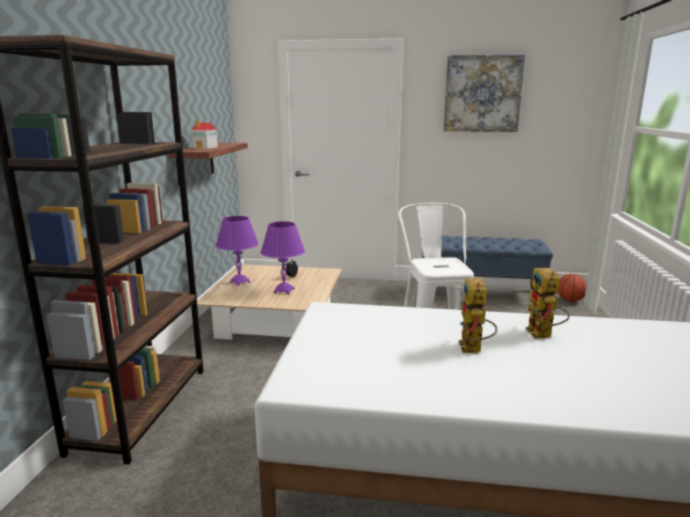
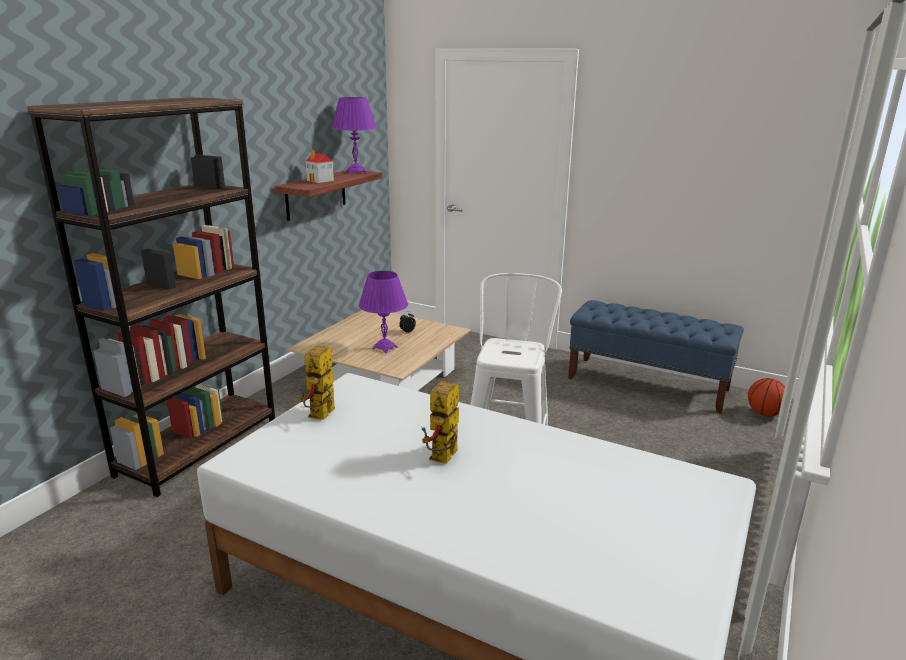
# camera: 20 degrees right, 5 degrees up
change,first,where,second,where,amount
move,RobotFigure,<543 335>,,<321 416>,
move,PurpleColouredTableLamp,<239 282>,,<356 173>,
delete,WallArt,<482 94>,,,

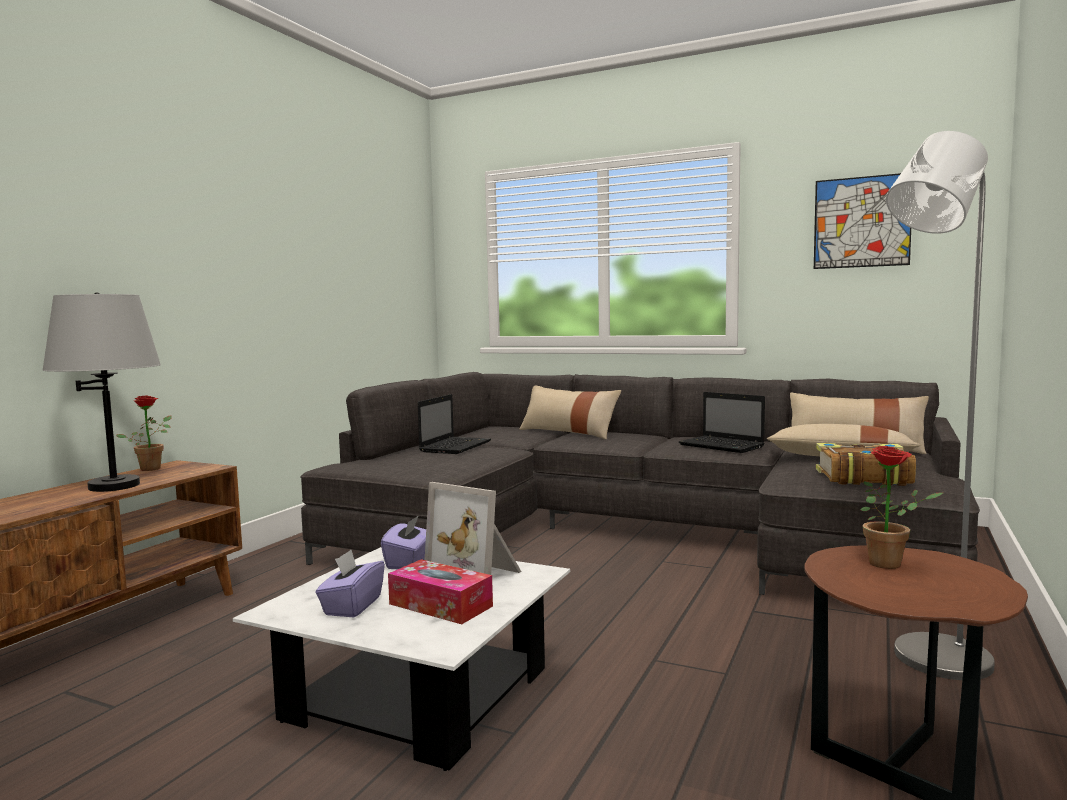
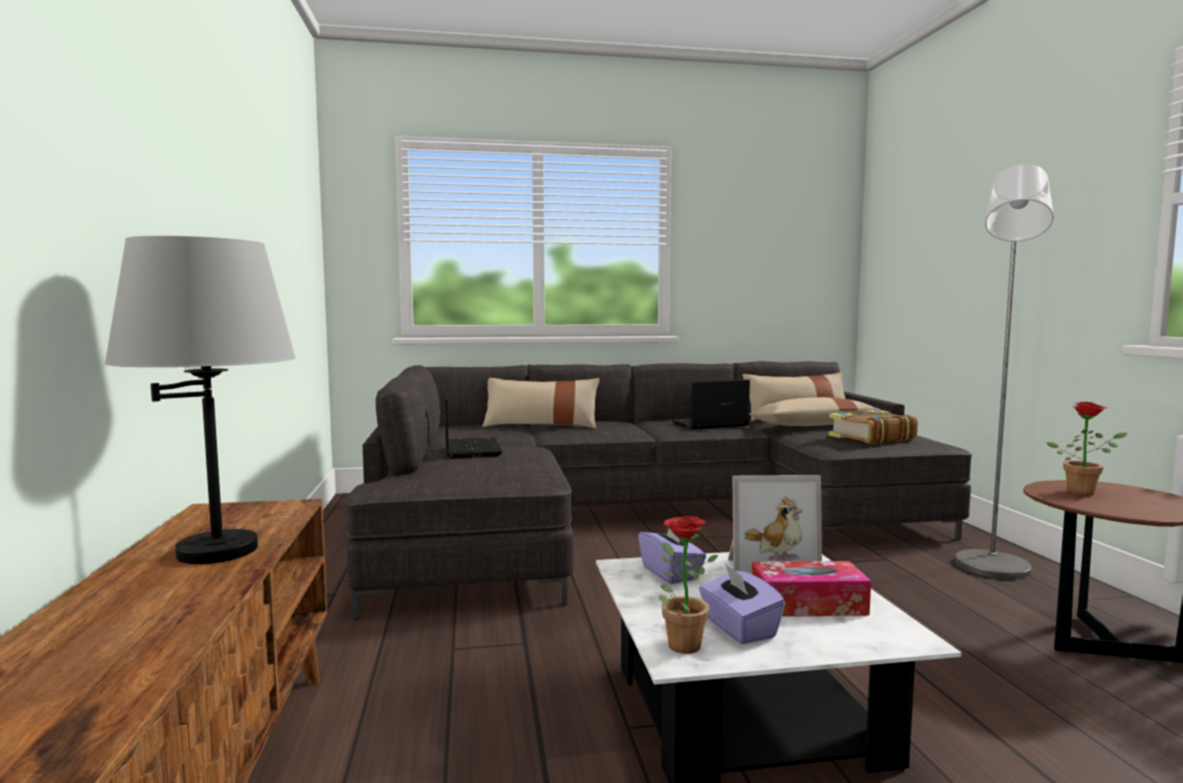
# camera: 35 degrees left, 0 degrees up
change,first,where,second,where,amount
move,PottedPlant,<152 468>,,<679 643>,
rotate,Laptop,<723 446>,,<708 425>,150 degrees clockwise
delete,WallArt,<862 222>,,,

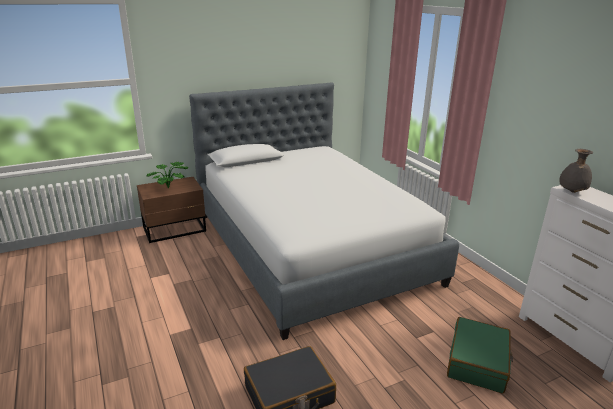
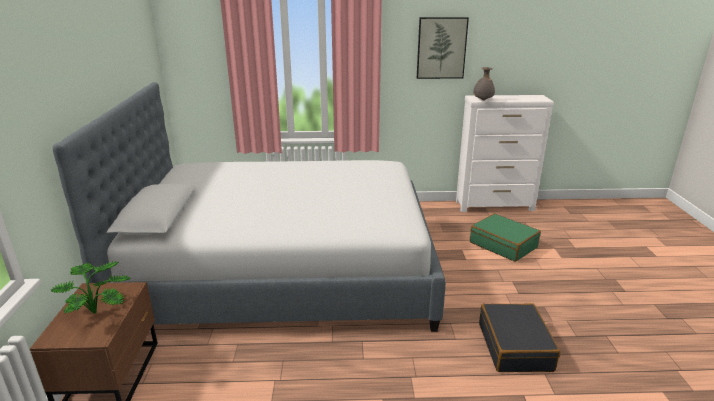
# camera: 65 degrees left, 0 degrees up
change,first,where,second,where,amount
insert,,,WallArt,<441 48>,

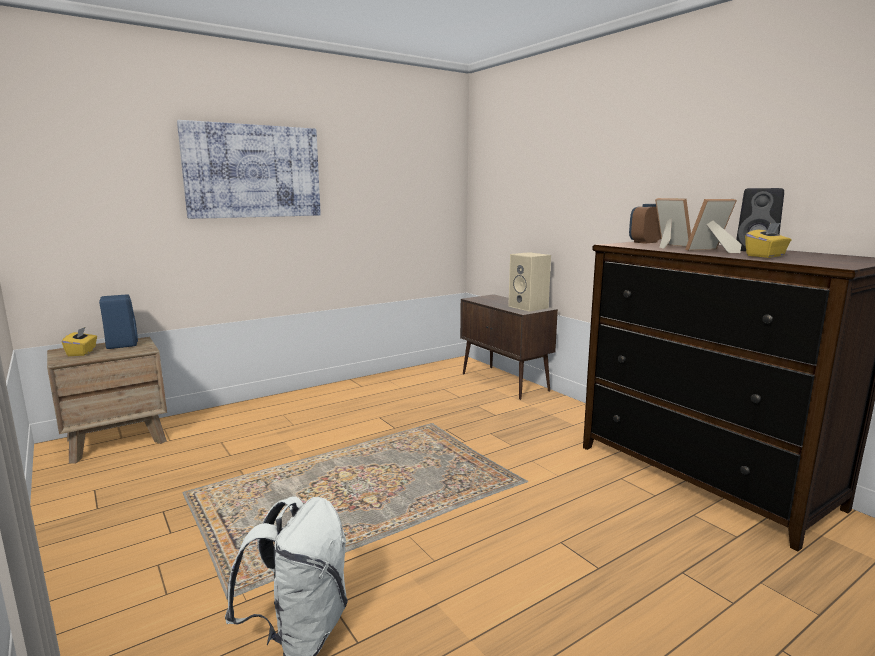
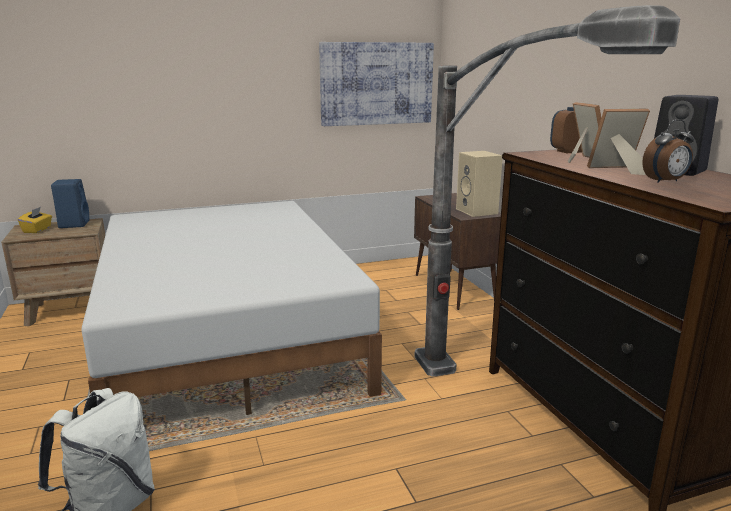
# camera: 15 degrees right, 5 degrees up
change,first,where,second,where,amount
insert,,,WhitishSleepingBed,<229 335>,
move,WallArt,<253 171>,,<376 83>,
insert,,,StandardLamp,<485 428>,
replace,YellowishTissueBox,<766 256>,BedsideClock,<665 181>,

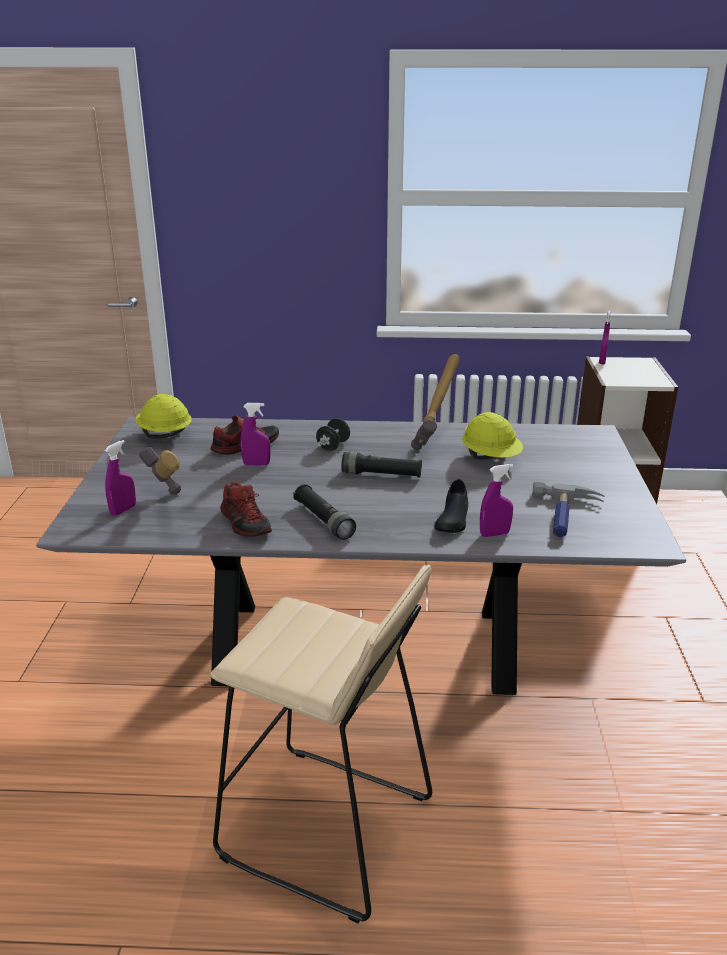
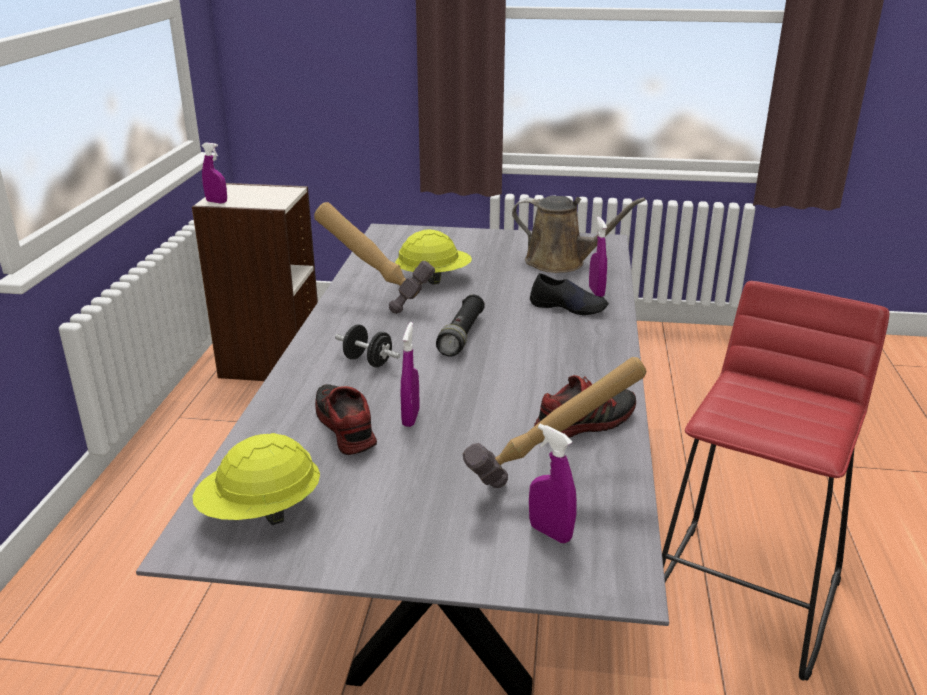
# camera: 85 degrees left, 0 degrees up
change,first,where,second,where,amount
replace,Hammer,<565 516>,BrownColouredSprinklingCan,<561 262>,
recolor,BeigeColouredStoolSeat,<327 830>,ReddishStoolSeat,<745 596>,
delete,BlackColouredHandTorch,<324 521>,,,

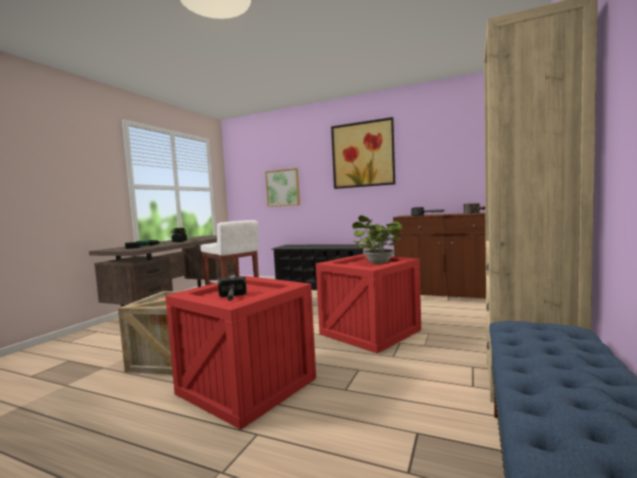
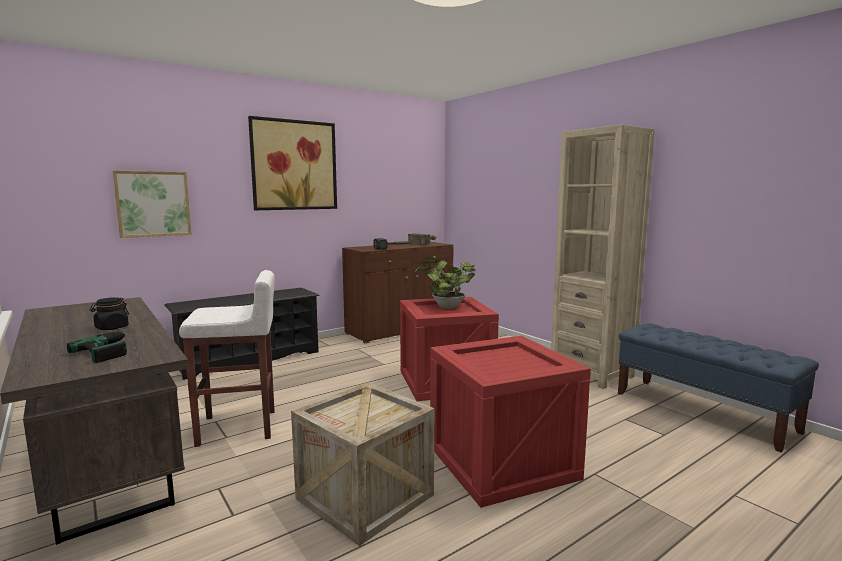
# camera: 60 degrees left, 5 degrees up
change,first,where,second,where,amount
delete,Hammer,<232 299>,,,

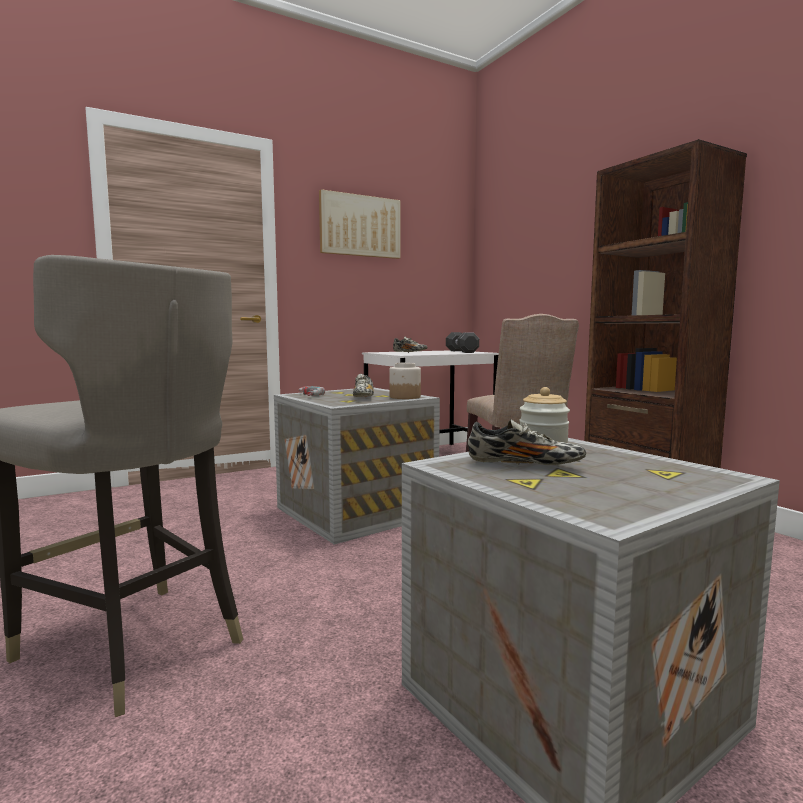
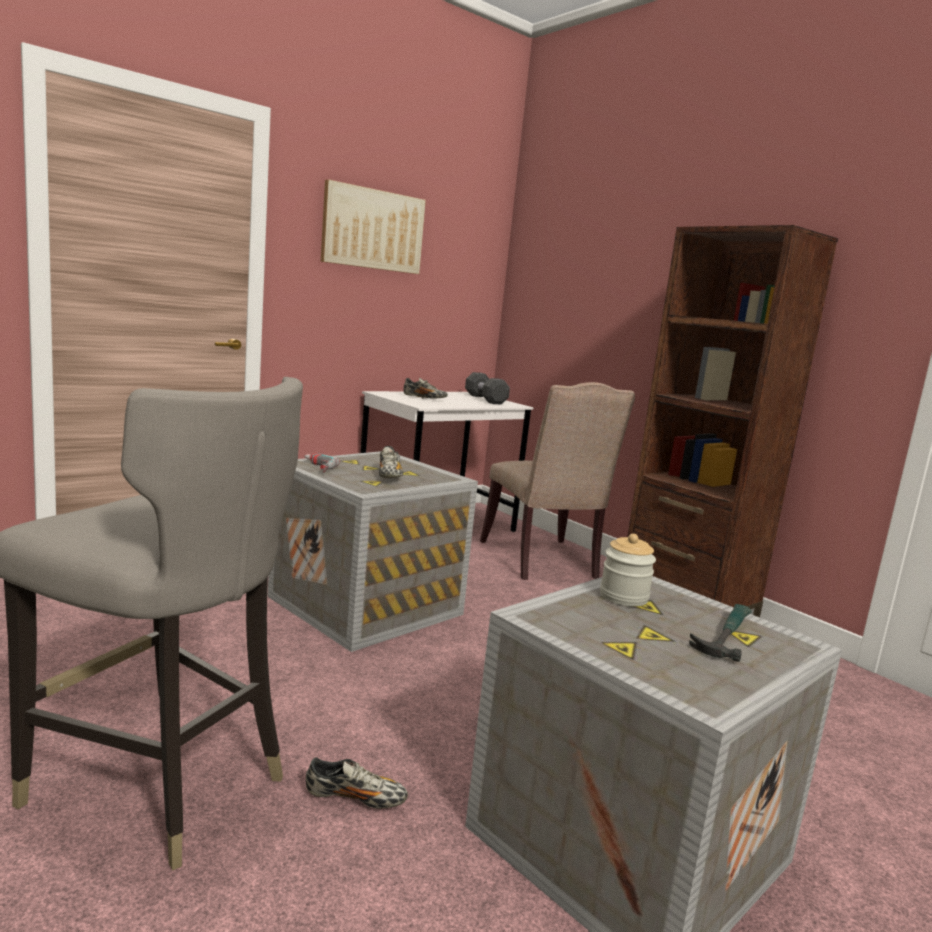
# camera: 10 degrees left, 5 degrees up
change,first,where,second,where,amount
move,ItemOfFootwear,<524 465>,,<355 799>,
insert,,,Hammer,<724 636>,
delete,PreserveJar,<404 397>,,,

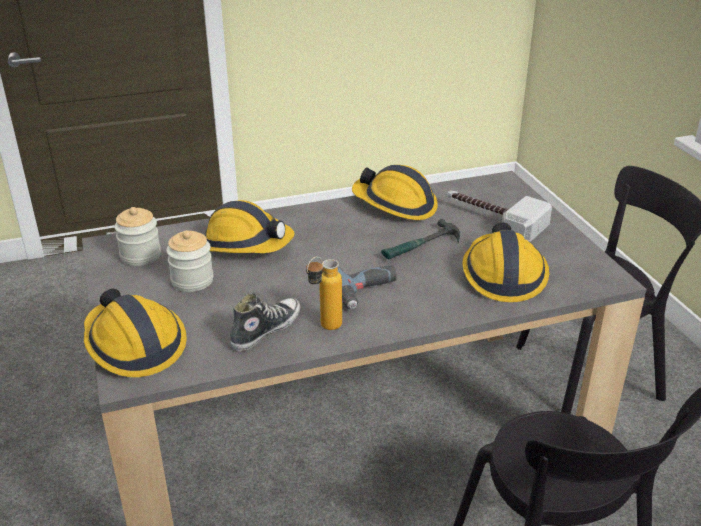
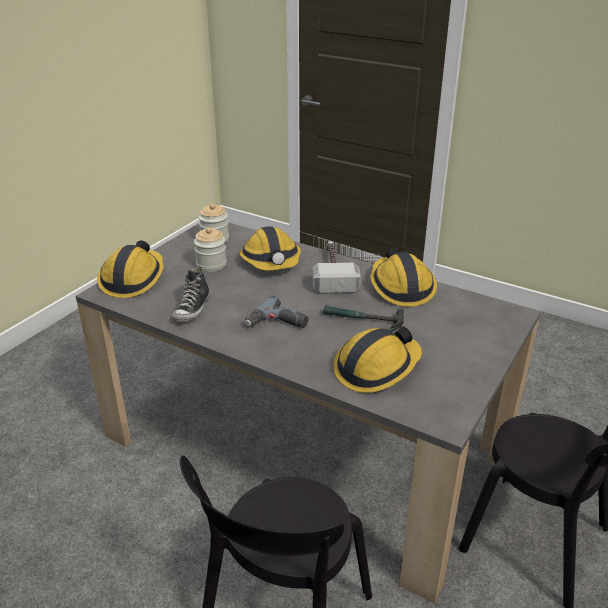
# camera: 50 degrees right, 0 degrees up
change,first,where,second,where,amount
rotate,ItemOfFootwear,<265 330>,,<193 309>,105 degrees clockwise
move,Hammer,<492 220>,,<333 272>,
delete,DrinkBottle,<324 328>,,,

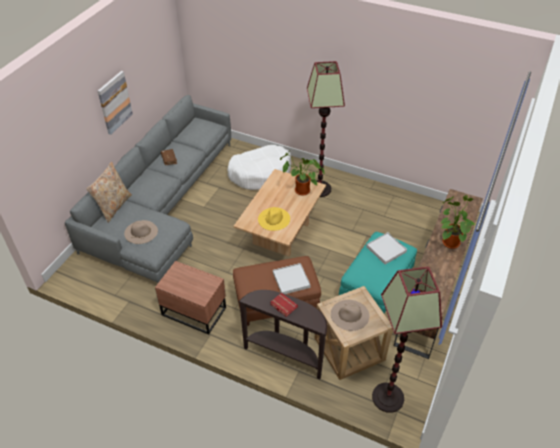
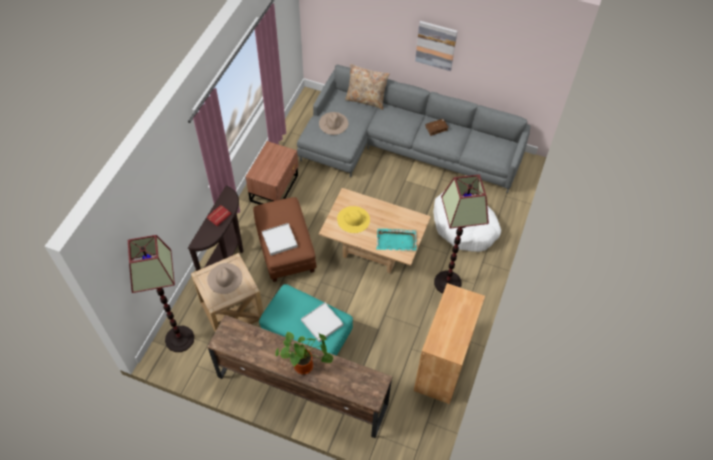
# camera: 85 degrees right, 10 degrees up
change,first,where,second,where,amount
replace,PottedPlant,<300 191>,TurquoiseColouredCarryingTray,<397 241>,
insert,,,BrownColouredCupboard,<442 364>,

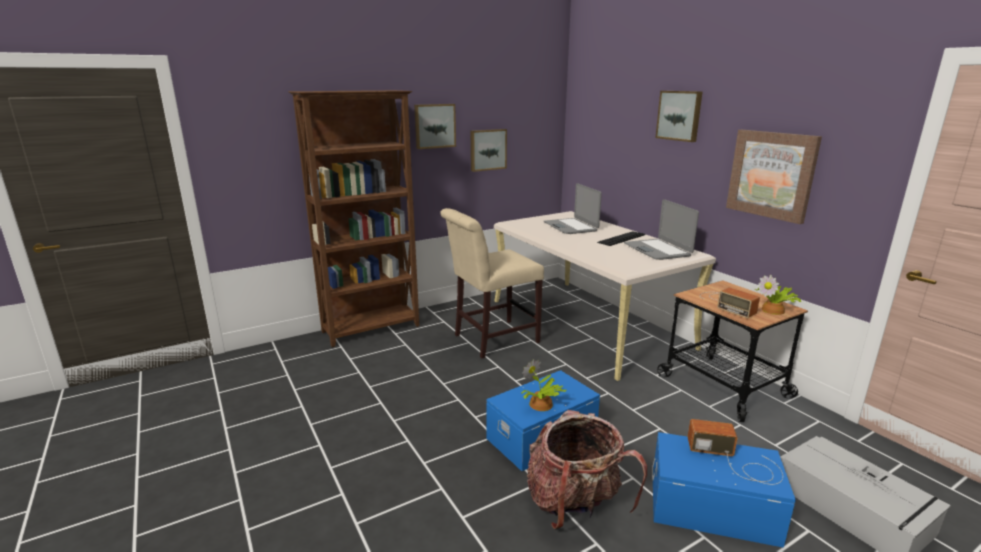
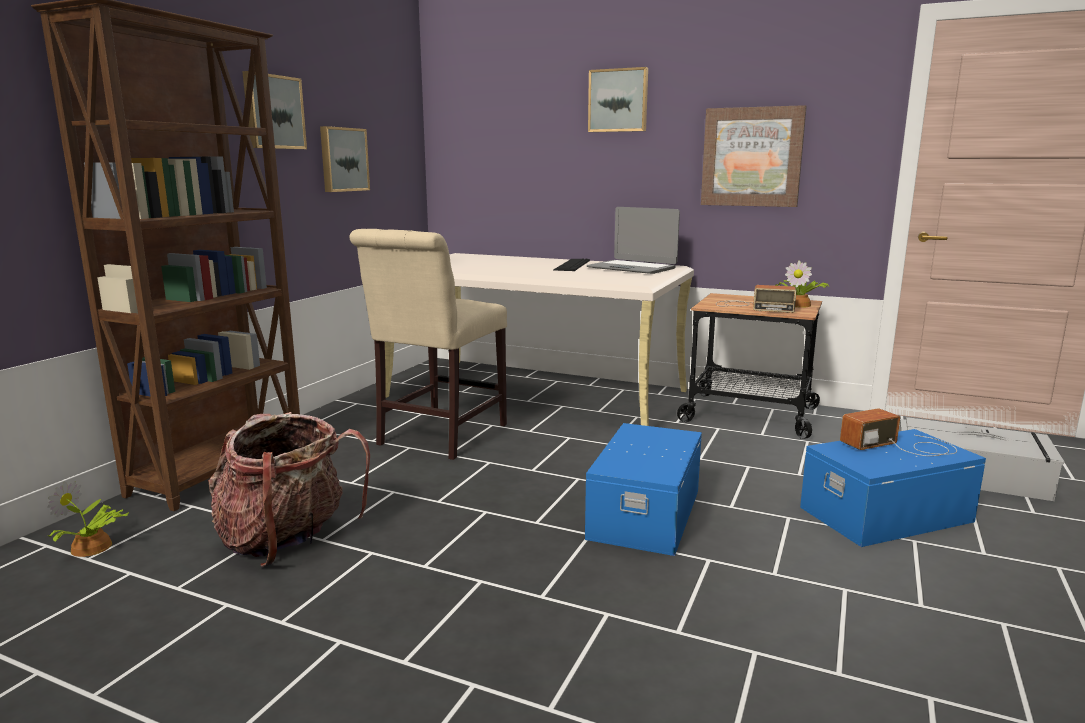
# camera: 35 degrees left, 5 degrees down
change,first,where,second,where,amount
move,PottedPlant,<541 405>,,<91 548>,
move,Rucksack,<575 505>,,<288 541>,
delete,Laptop,<570 227>,,,

